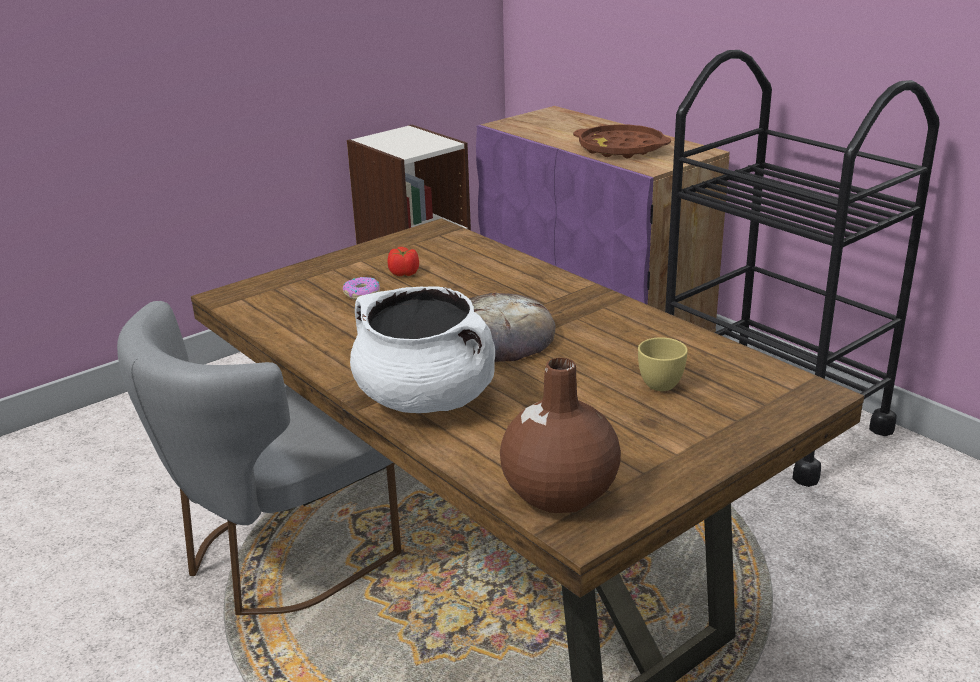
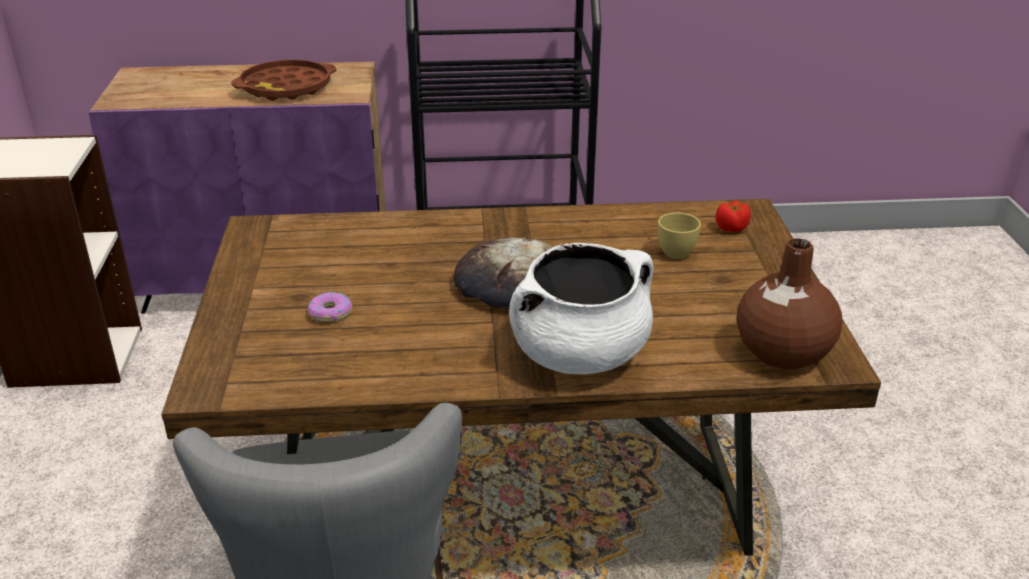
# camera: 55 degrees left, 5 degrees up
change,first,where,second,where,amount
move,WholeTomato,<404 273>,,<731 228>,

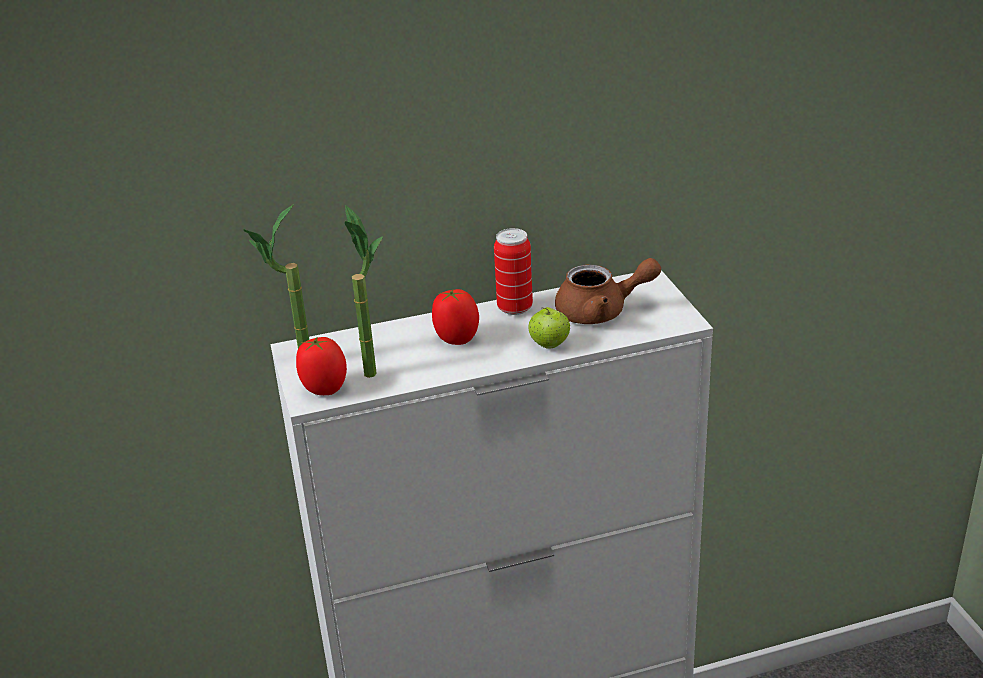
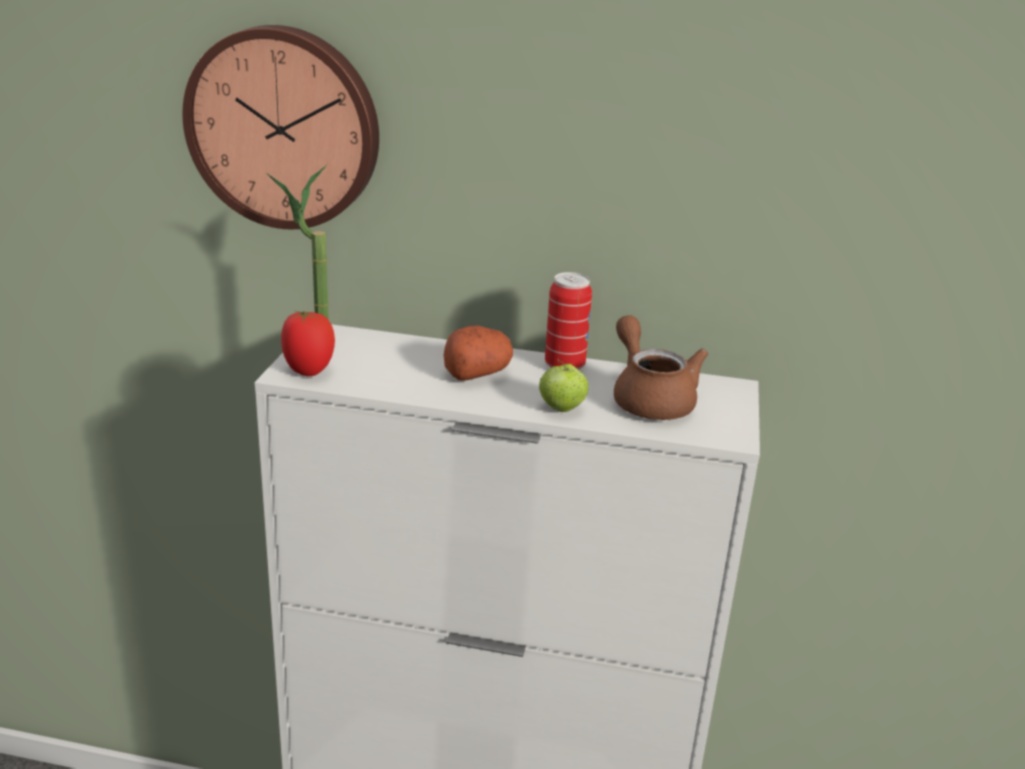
# camera: 25 degrees right, 5 degrees down
change,first,where,second,where,amount
insert,,,WallClock,<285 127>,
replace,WholeTomato,<456 339>,Potato,<477 372>,
rotate,BrownColouredTeaPot,<601 312>,,<650 398>,135 degrees counterclockwise
delete,PottedPlant,<371 366>,,,

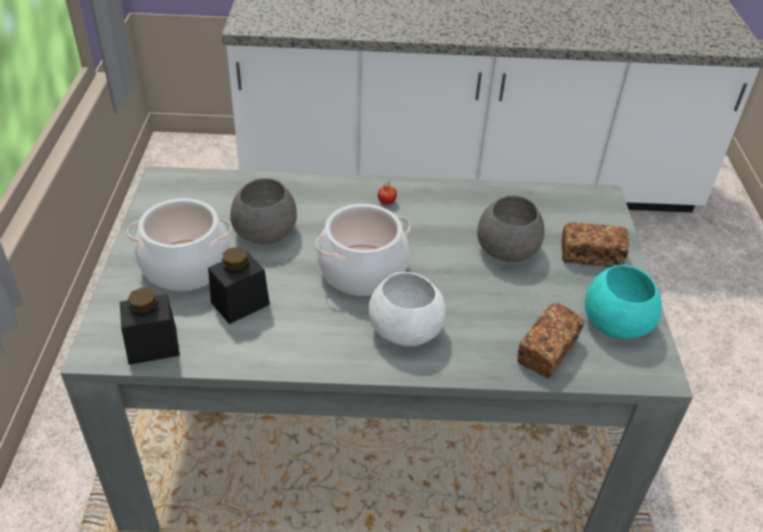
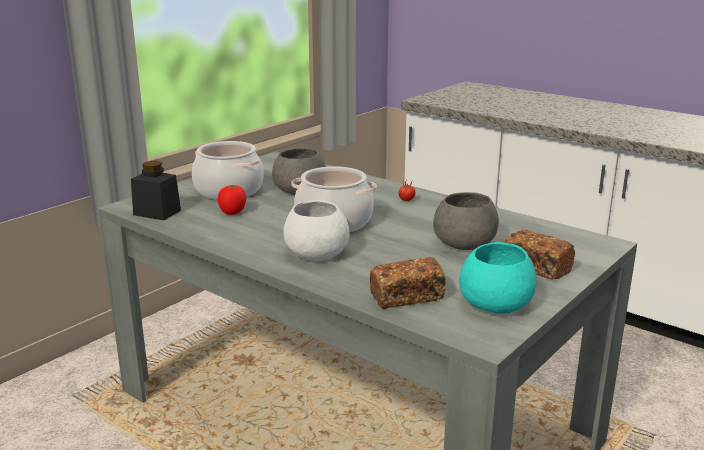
# camera: 40 degrees right, 20 degrees down
change,first,where,second,where,amount
replace,BlackColouredPreserveJar,<240 303>,WholeTomato,<232 212>,

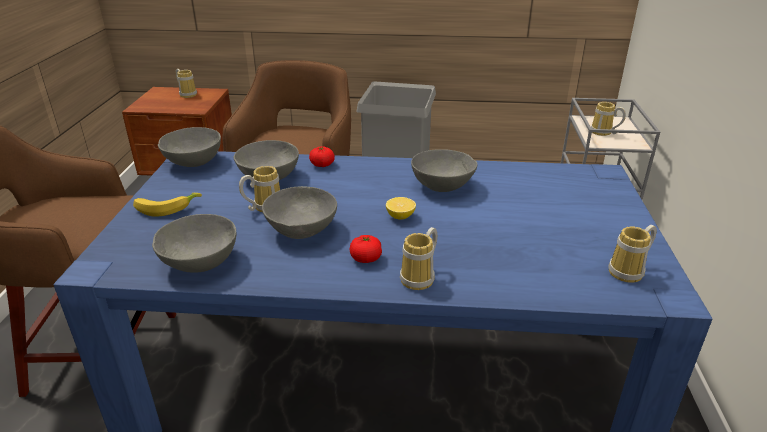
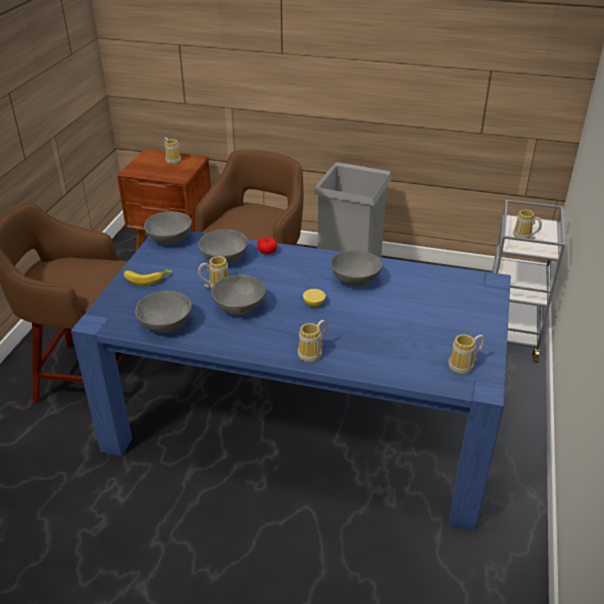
# camera: 10 degrees right, 5 degrees up
change,first,where,second,where,amount
delete,WholeTomato,<366 258>,,,

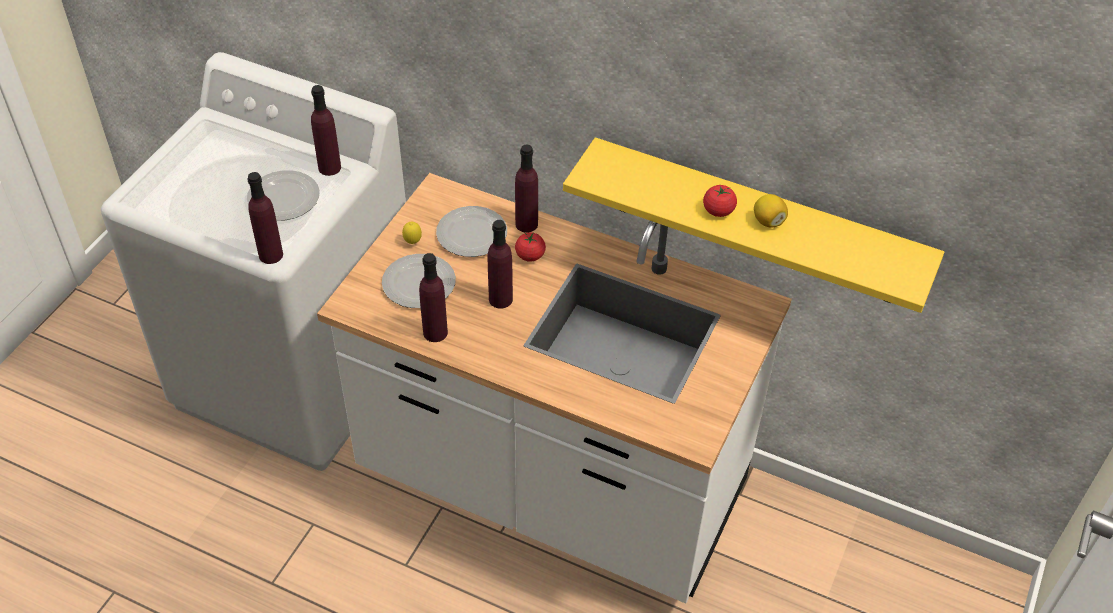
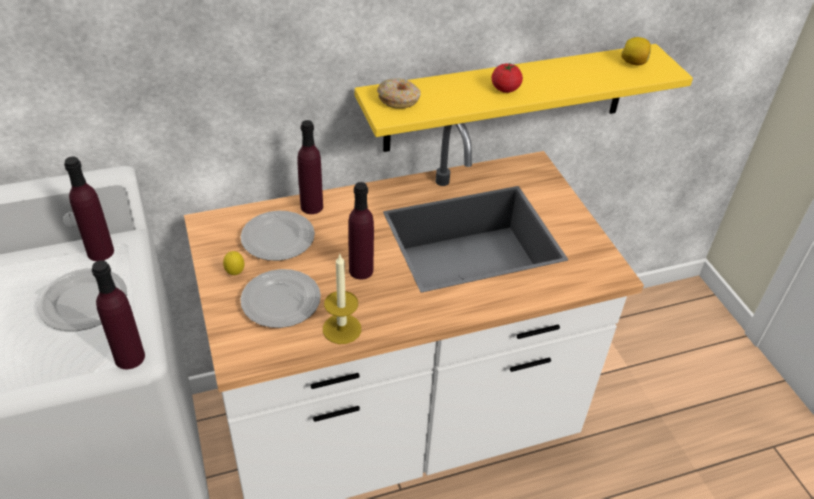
# camera: 45 degrees left, 5 degrees down
change,first,where,second,where,amount
replace,PurpleColouredDrinkBottle,<435 332>,WaxLight,<342 329>,
insert,,,RingDoughnut,<399 99>,
move,WholeLemon,<768 221>,,<633 63>,
delete,WholeTomato,<530 255>,,,

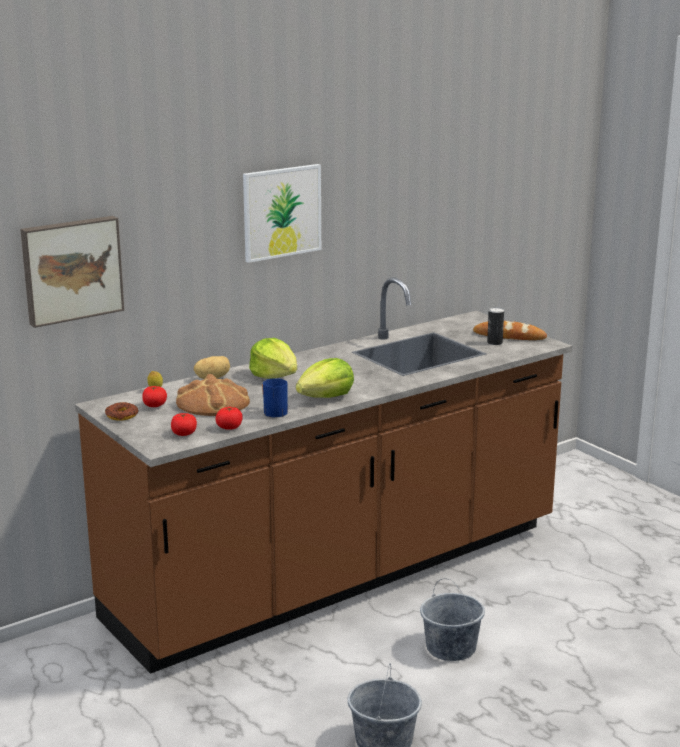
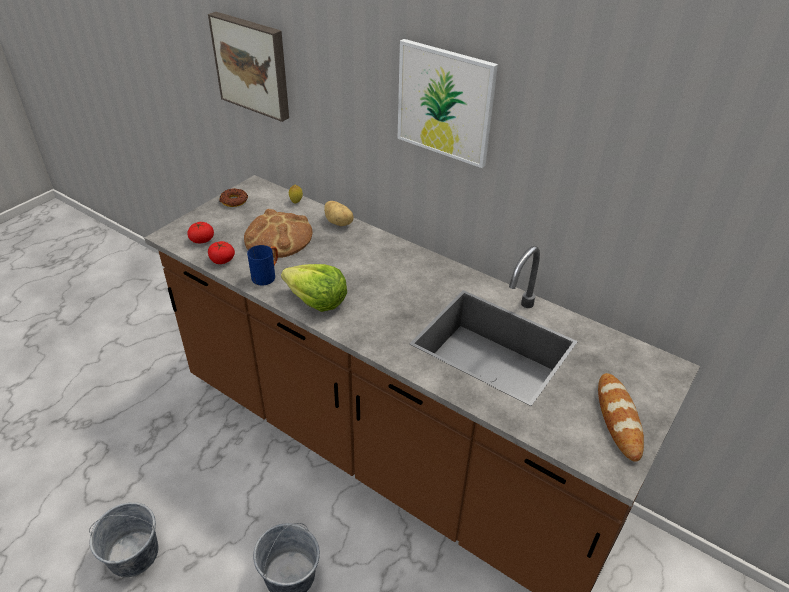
# camera: 70 degrees right, 20 degrees up
change,first,where,second,where,amount
delete,WholeTomato,<155 405>,,,
delete,LettuceHead,<275 376>,,,
delete,MetalCan,<494 342>,,,

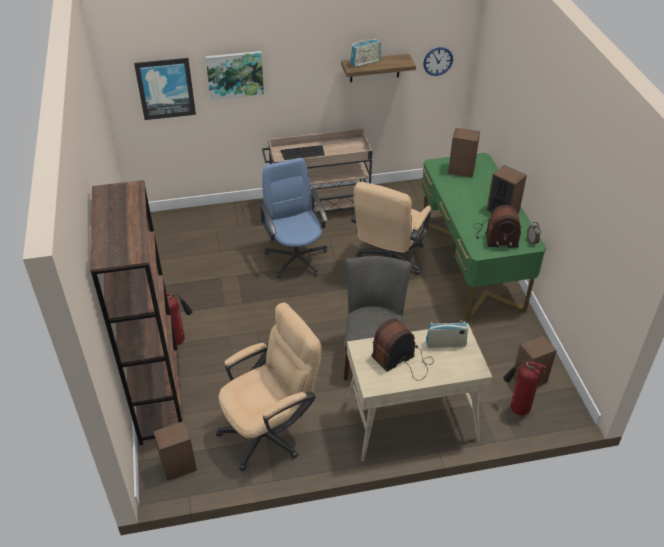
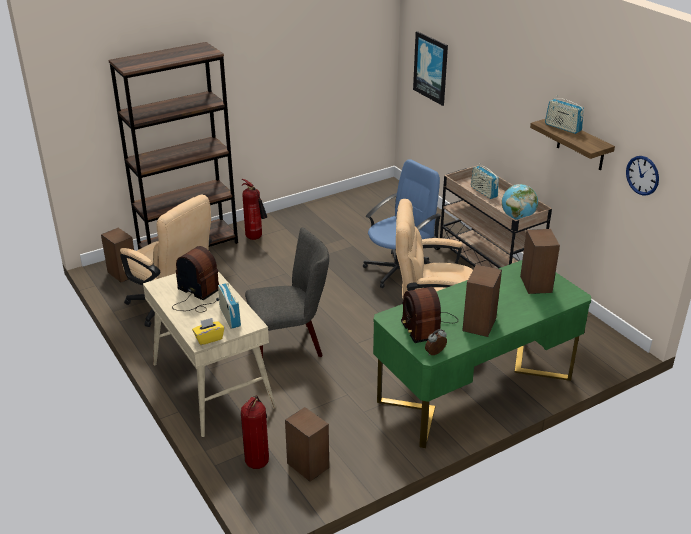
# camera: 70 degrees right, 10 degrees down
change,first,where,second,where,amount
insert,,,YellowishTissueBox,<209 338>,
replace,PcKeyboard,<303 153>,Radio,<483 192>,
insert,,,DeskGlobe,<517 217>,
delete,WallArt,<235 74>,,,

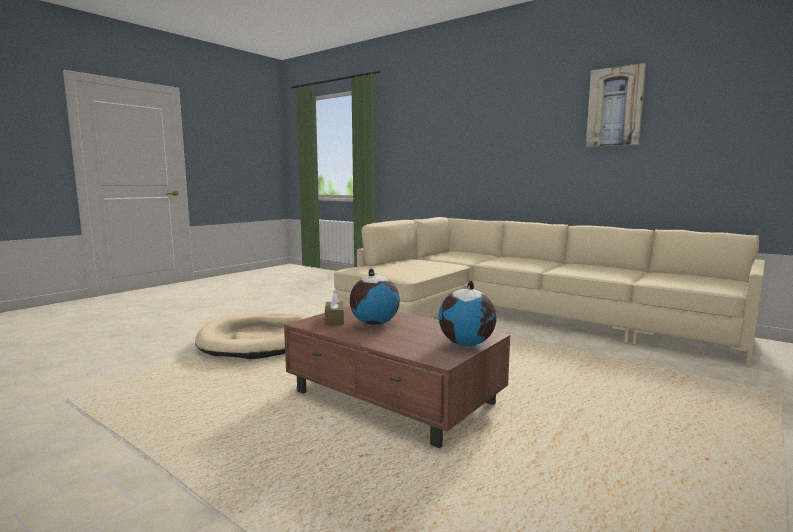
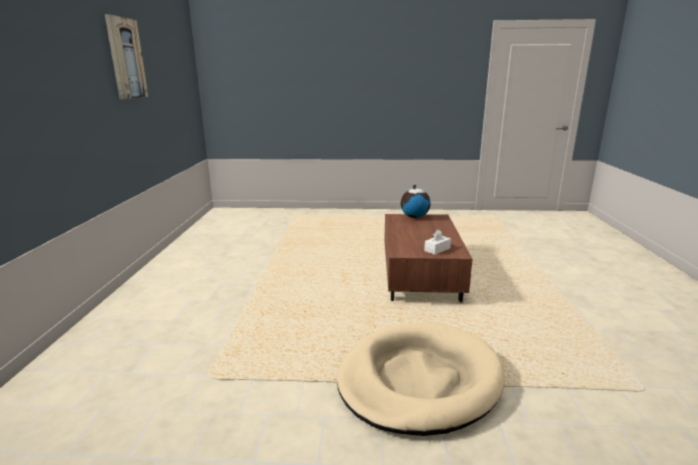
# camera: 125 degrees left, 10 degrees up
change,first,where,second,where,amount
recolor,BrownColouredTissueBox,<334 320>,WhitishTissueBox,<437 249>,
delete,BeigeColouredSofa,<517 318>,,,
delete,DeskGlobe,<374 323>,,,

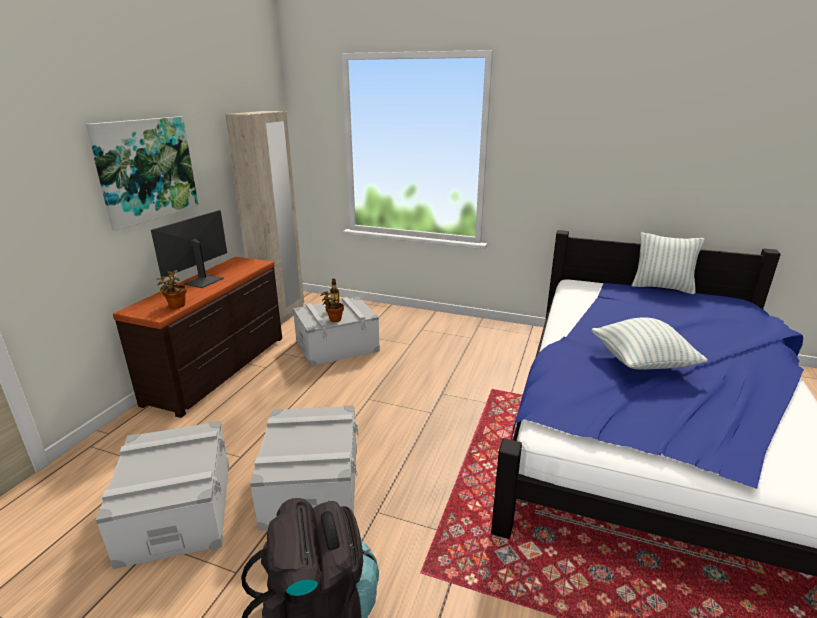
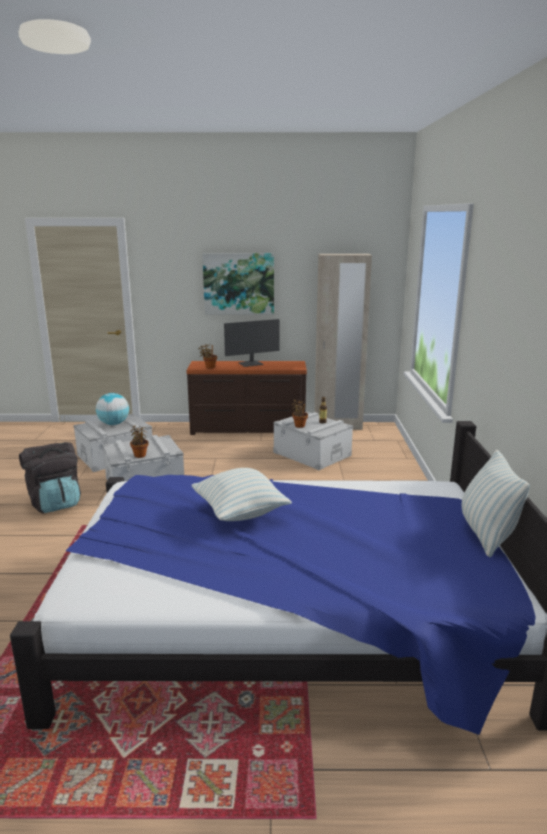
# camera: 70 degrees right, 5 degrees down
change,first,where,second,where,amount
insert,,,DeskGlobe,<113 424>,
insert,,,PottedPlant,<140 455>,
rotate,ComputerScreen,<203 281>,,<251 364>,150 degrees clockwise

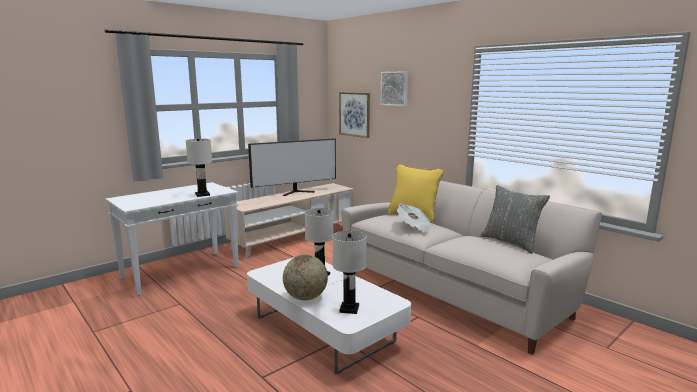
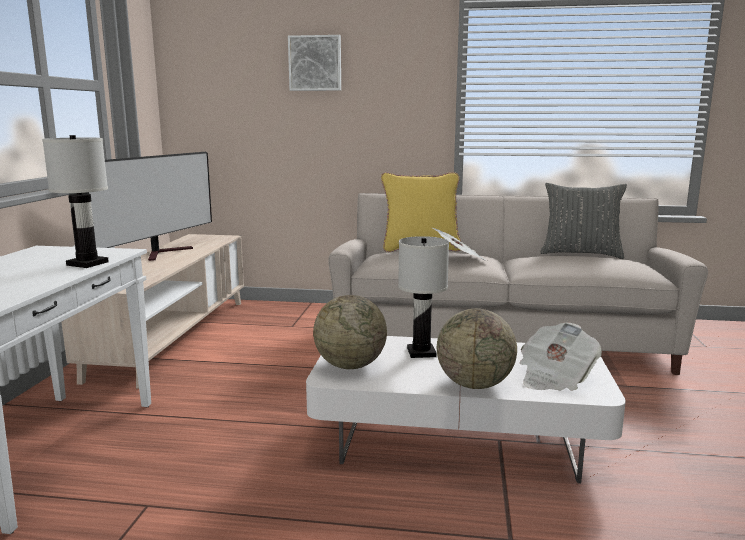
# camera: 40 degrees left, 0 degrees up
change,first,where,second,where,amount
insert,,,DeskGlobe,<350 365>,
replace,WhitishTableLamp,<349 309>,PrintedPaper,<554 377>,
delete,WallArt,<354 114>,,,

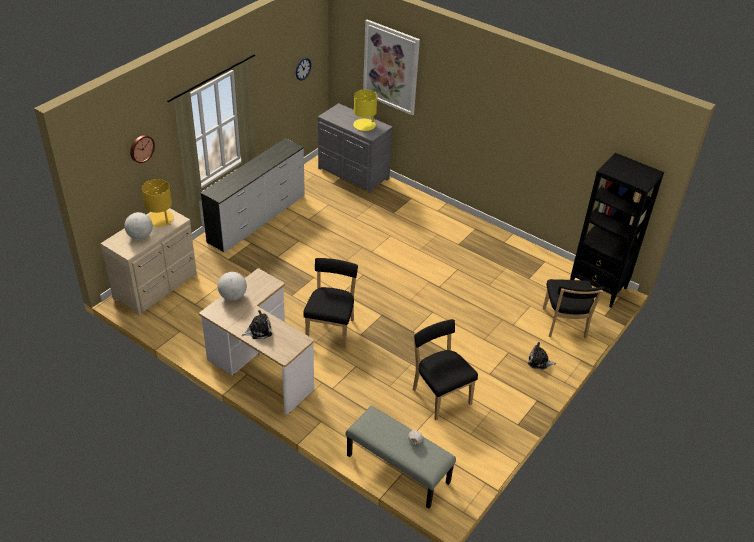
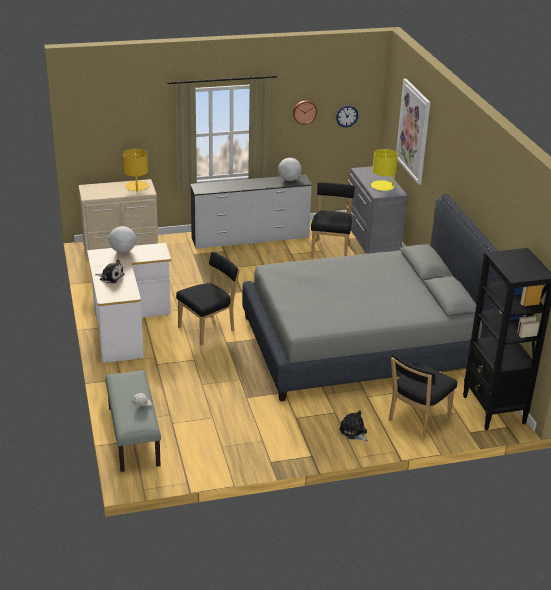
# camera: 40 degrees right, 10 degrees down
change,first,where,second,where,amount
insert,,,GraySleepingBed,<361 344>,
move,DeskGlobe,<140 236>,,<289 179>,
move,WallClock,<141 148>,,<304 112>,
move,BlackColouredChair,<440 395>,,<331 249>,

